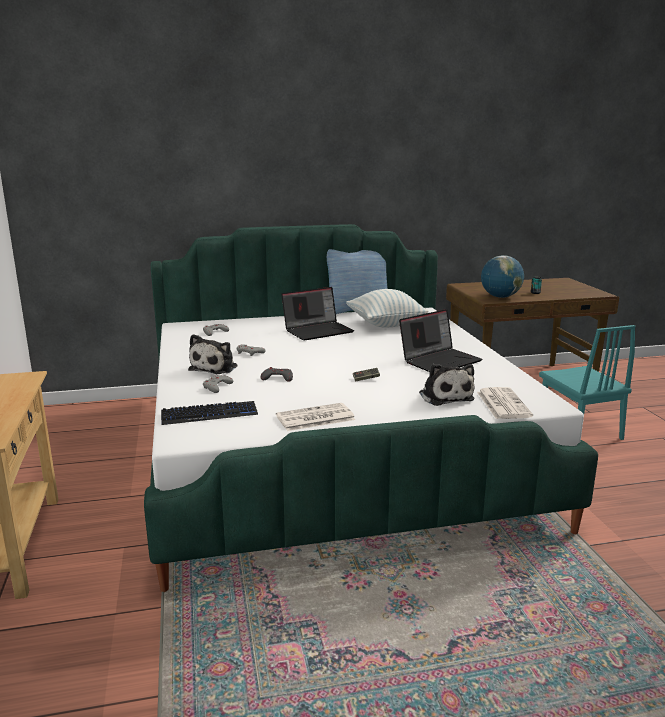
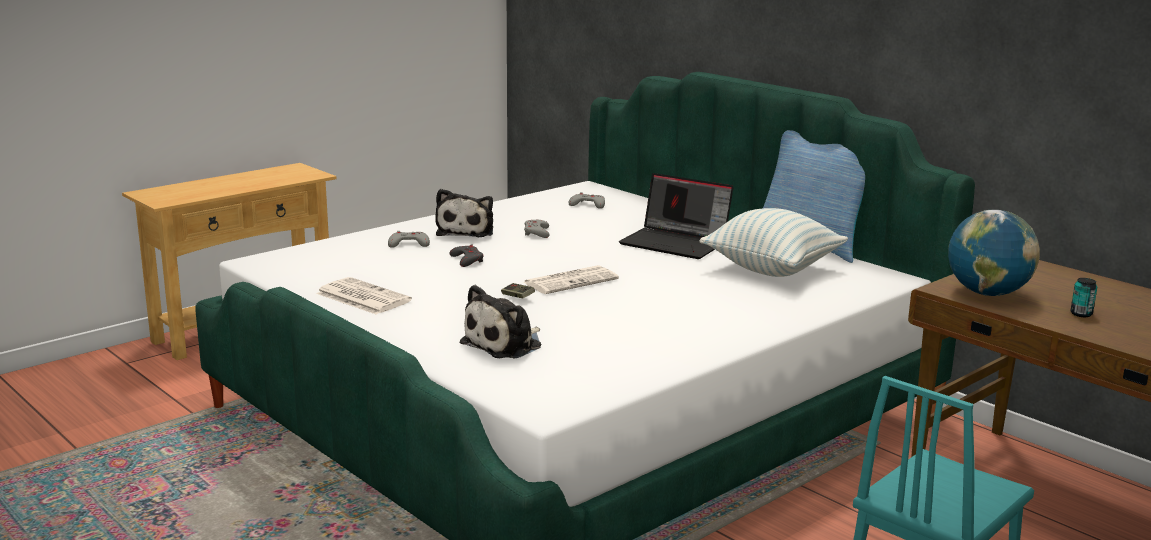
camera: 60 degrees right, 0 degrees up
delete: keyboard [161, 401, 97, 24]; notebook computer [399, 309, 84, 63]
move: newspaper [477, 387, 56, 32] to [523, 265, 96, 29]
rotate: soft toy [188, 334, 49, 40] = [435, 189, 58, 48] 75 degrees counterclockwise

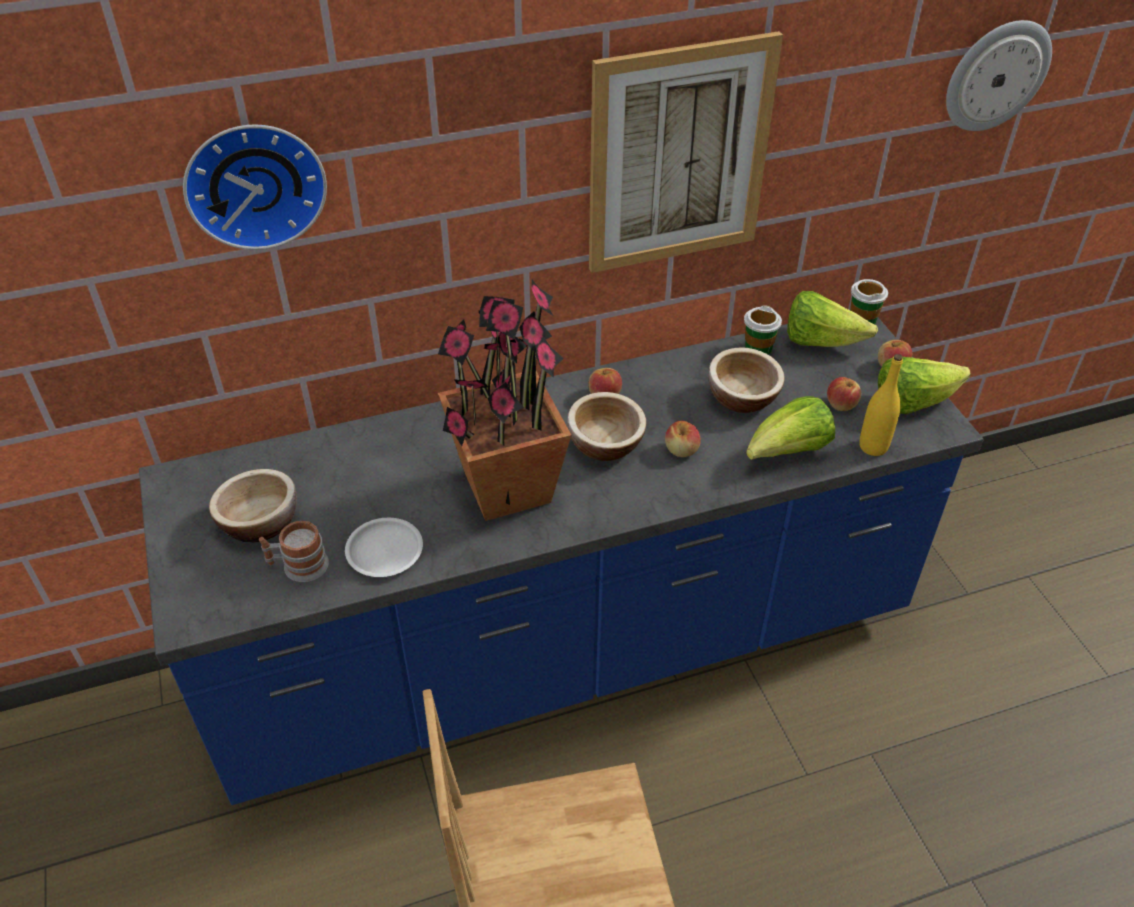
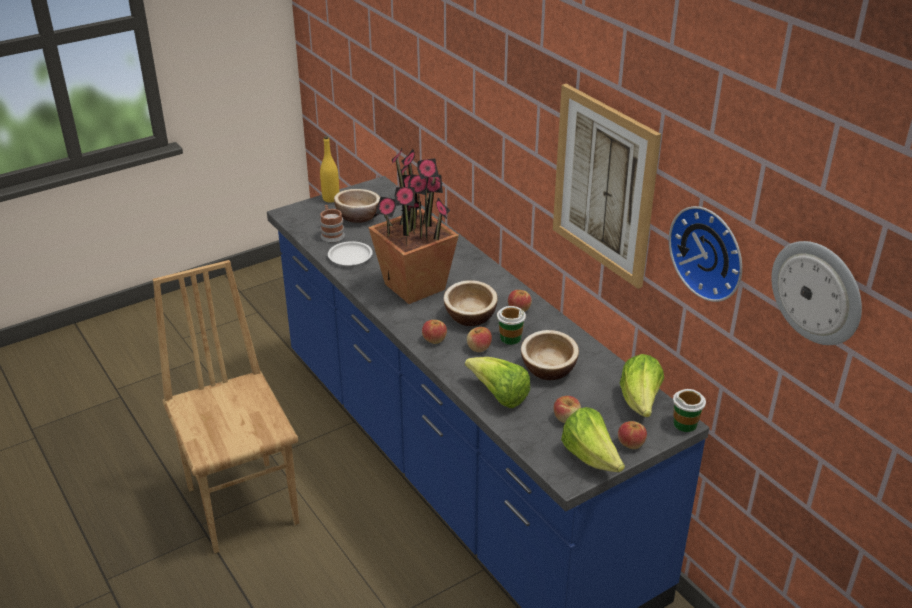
camera: 75 degrees right, 10 degrees down
insert: apple fruit [422, 320, 25, 24]
move: yellowish drink bottle [859, 354, 44, 102] to [320, 136, 19, 67]; small cup [744, 305, 38, 50] to [497, 306, 29, 39]; hanging clock [183, 124, 144, 126] to [669, 206, 73, 96]

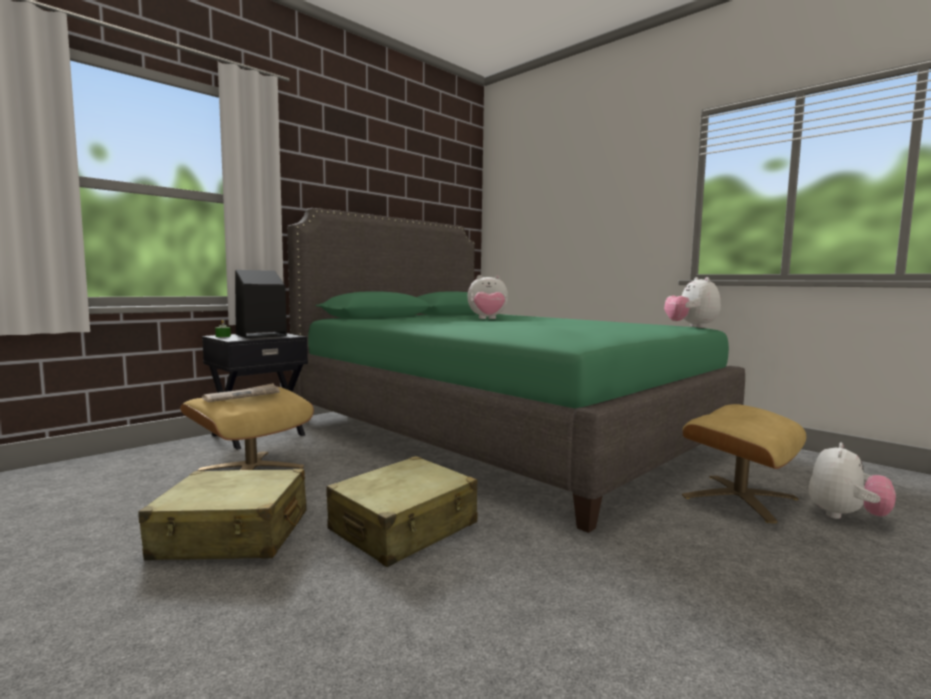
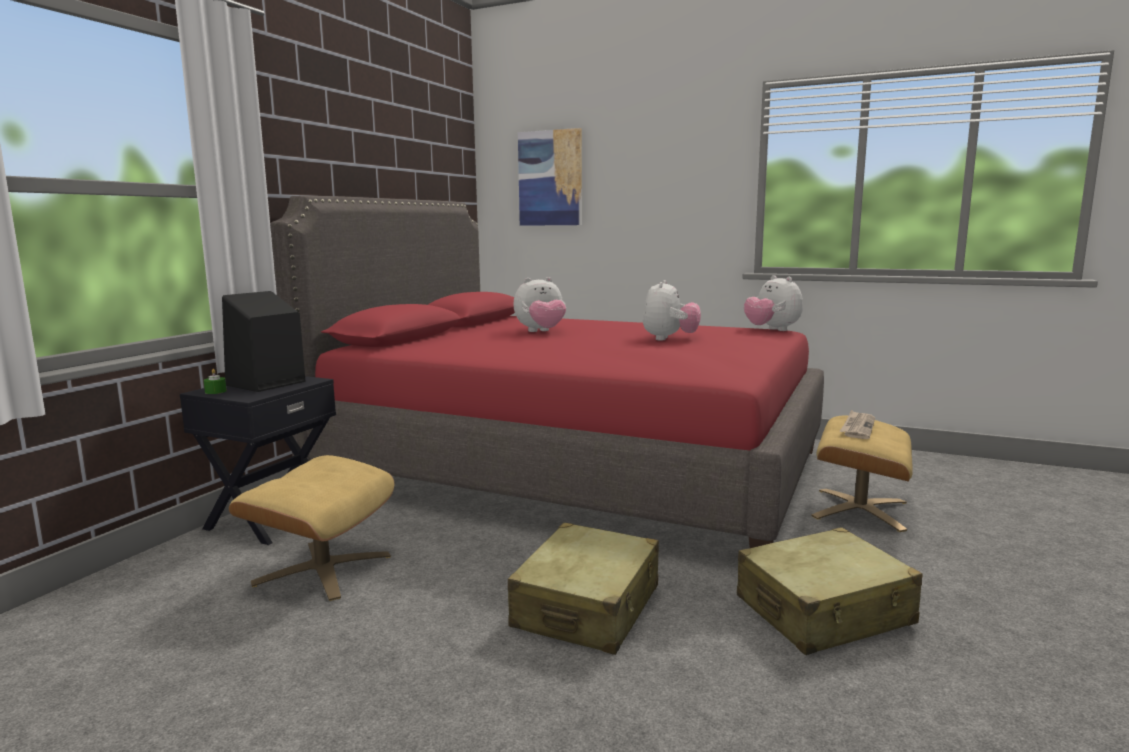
camera: 20 degrees left, 5 degrees up
insert: wall art [518, 128, 64, 98]
move: soft toy [809, 443, 87, 76] to [643, 280, 58, 61]; beige suitcase [138, 469, 169, 91] to [737, 527, 186, 128]; newspaper [202, 383, 78, 19] to [840, 410, 35, 29]
recolor: green bed [287, 208, 458, 325] to red-coloured bed [270, 196, 554, 352]

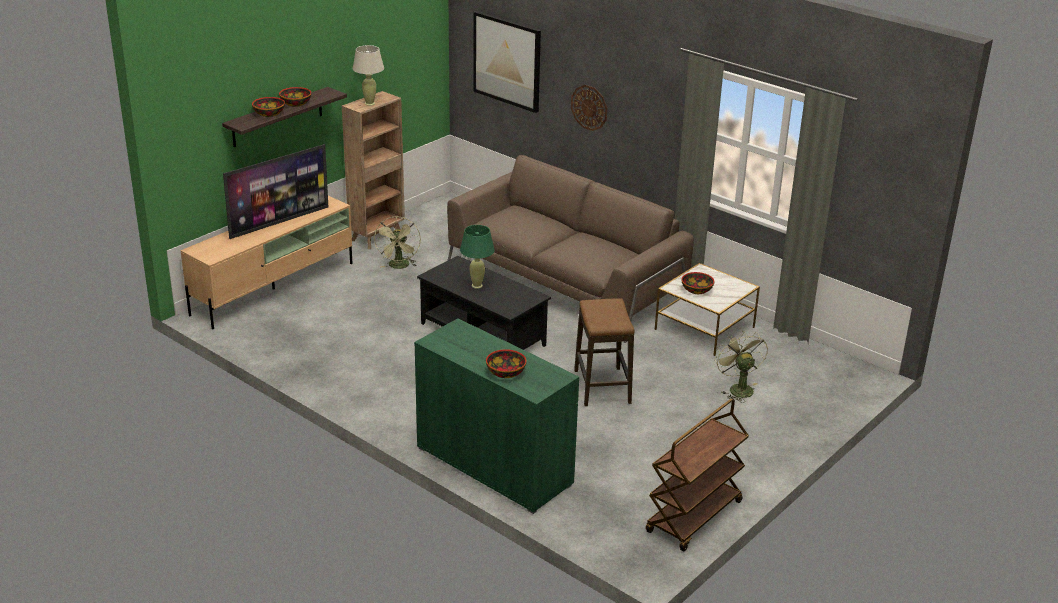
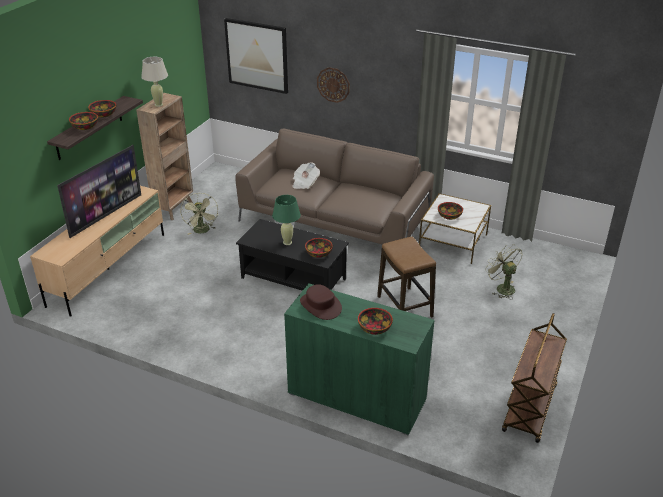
camera: 15 degrees left, 5 degrees up
insert: newspaper [292, 162, 28, 27]; brown hat [300, 284, 42, 36]; serving bowl [305, 238, 28, 20]

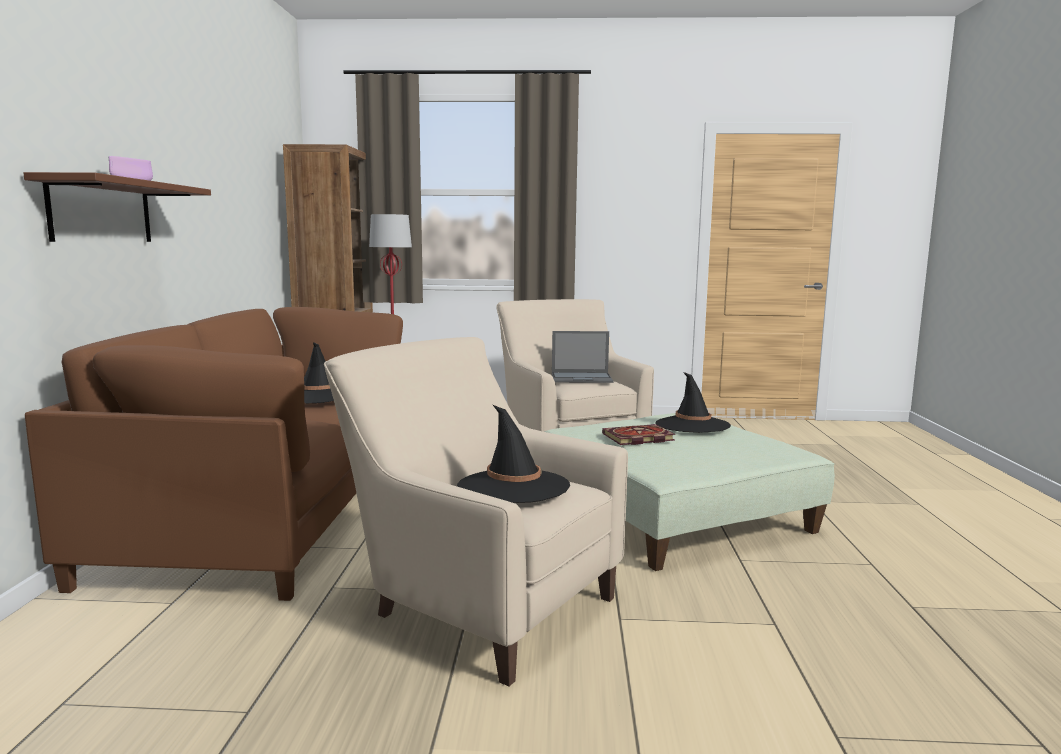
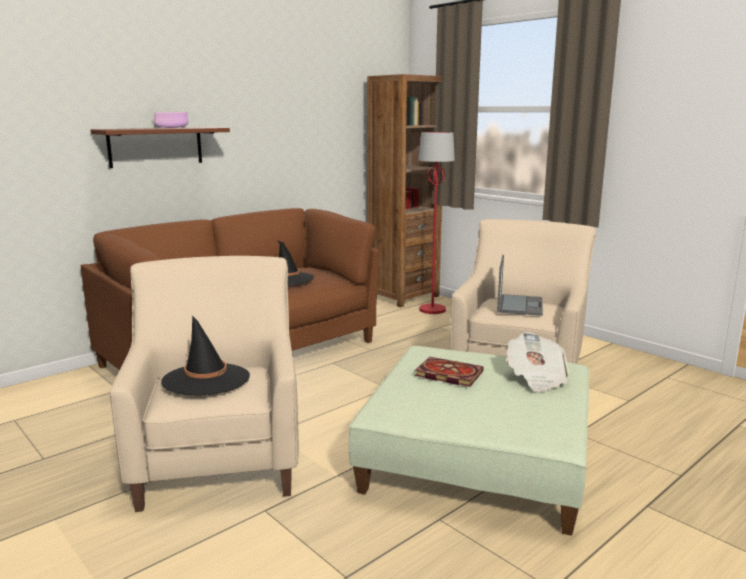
camera: 45 degrees right, 5 degrees up
replace: blackish hat [655, 372, 76, 61] to newspaper [506, 332, 63, 60]
rotate: notebook computer [552, 331, 61, 52] = [497, 255, 46, 61] 120 degrees counterclockwise

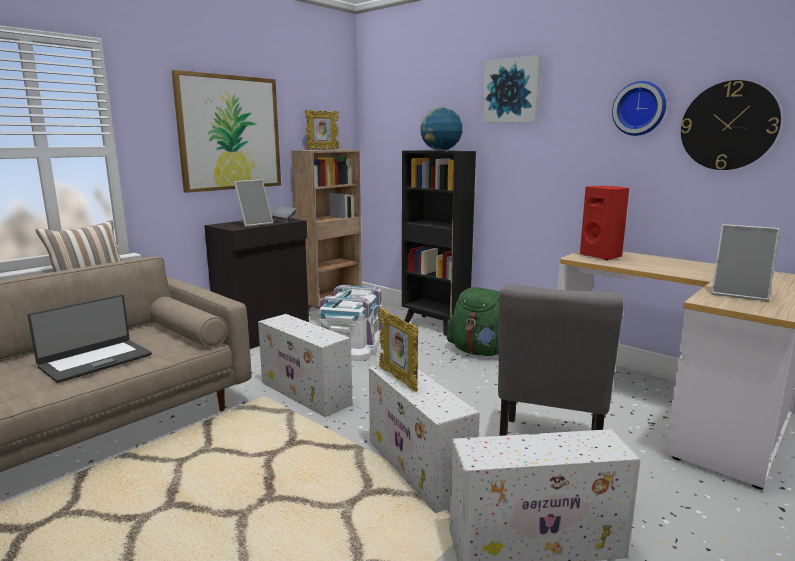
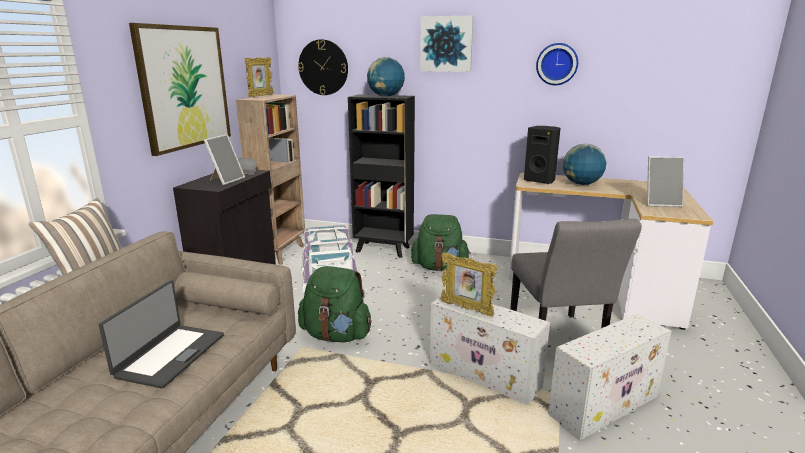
camera: 25 degrees left, 5 degrees up
insert: world globe [563, 144, 43, 41]
move: hanging clock [681, 80, 100, 90] to [298, 39, 50, 56]
replace: white-coloured storage bin [258, 314, 95, 103] to green knapsack [298, 266, 74, 77]
recolor: red-coloured speaker [580, 186, 49, 74] to blackish speaker [524, 126, 37, 58]

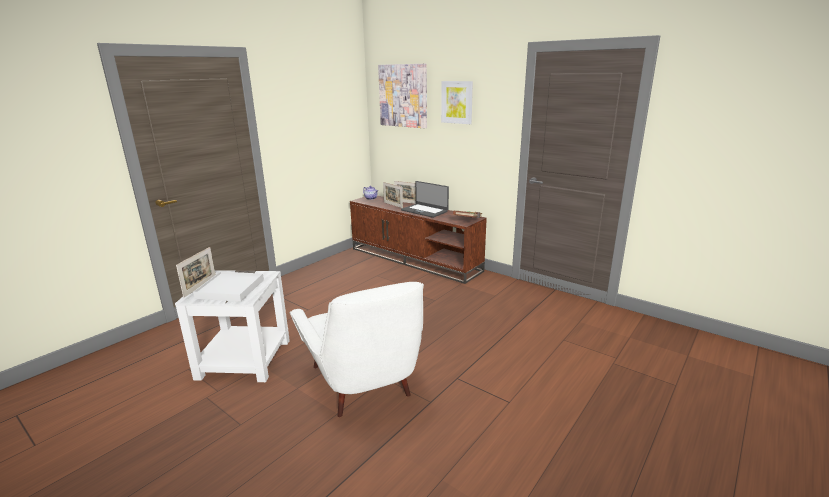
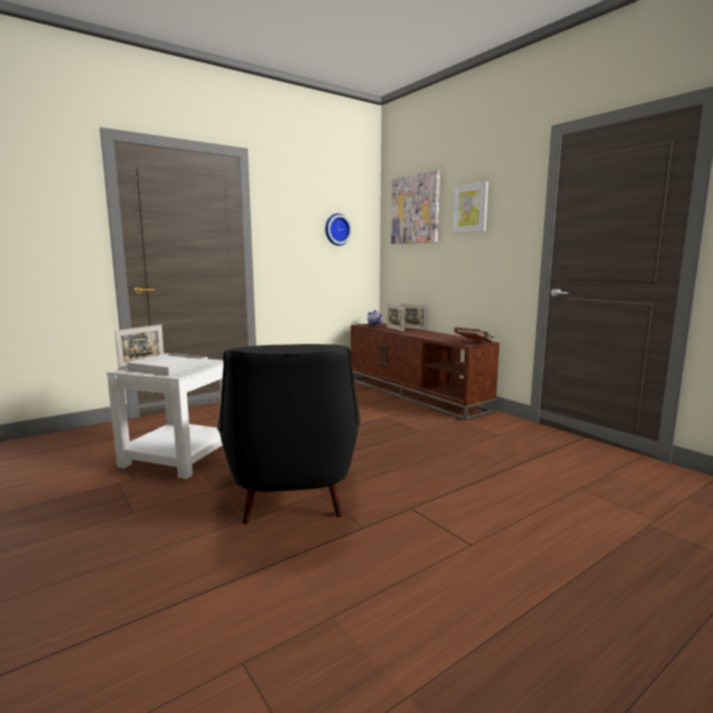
camera: 15 degrees right, 10 degrees down
delete: notebook computer [401, 181, 48, 37]
insert: hanging clock [325, 213, 27, 33]
recolor: white-coloured easy chair [290, 282, 134, 135] to blackish easy chair [217, 344, 144, 180]

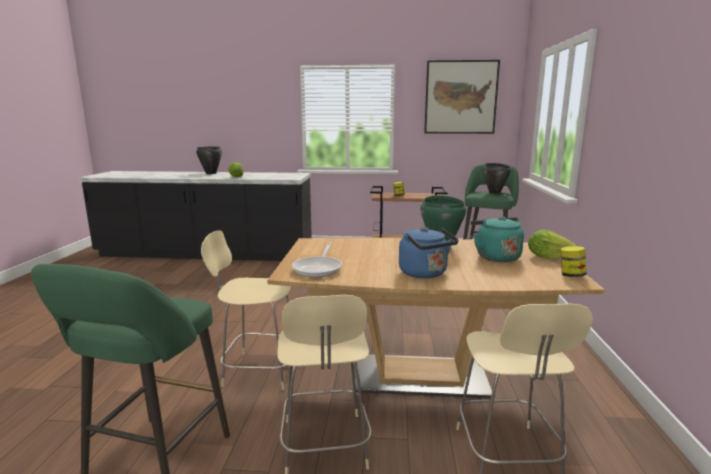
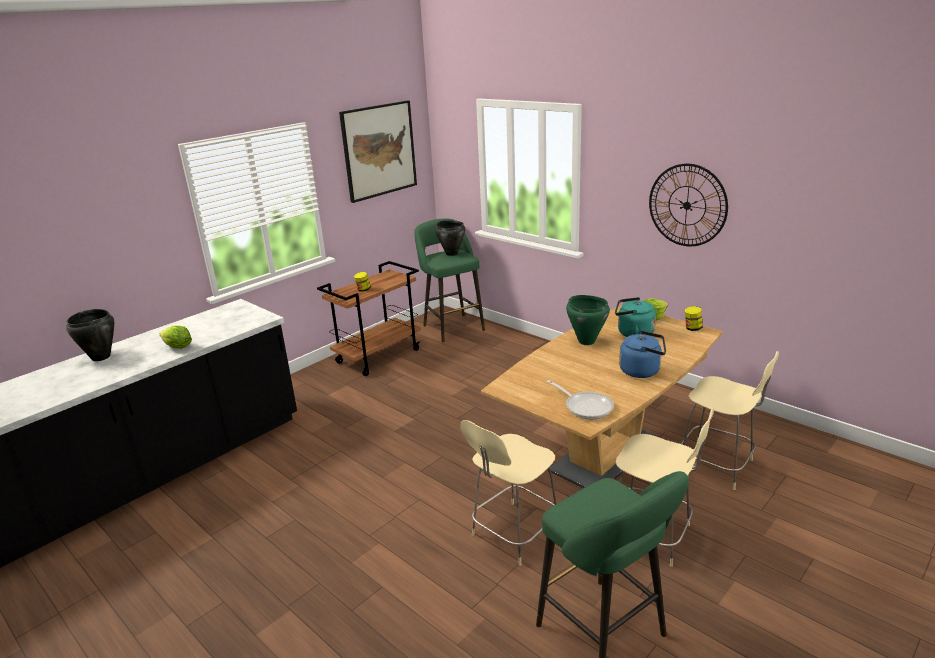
camera: 50 degrees left, 10 degrees up
insert: hanging clock [649, 164, 79, 82]

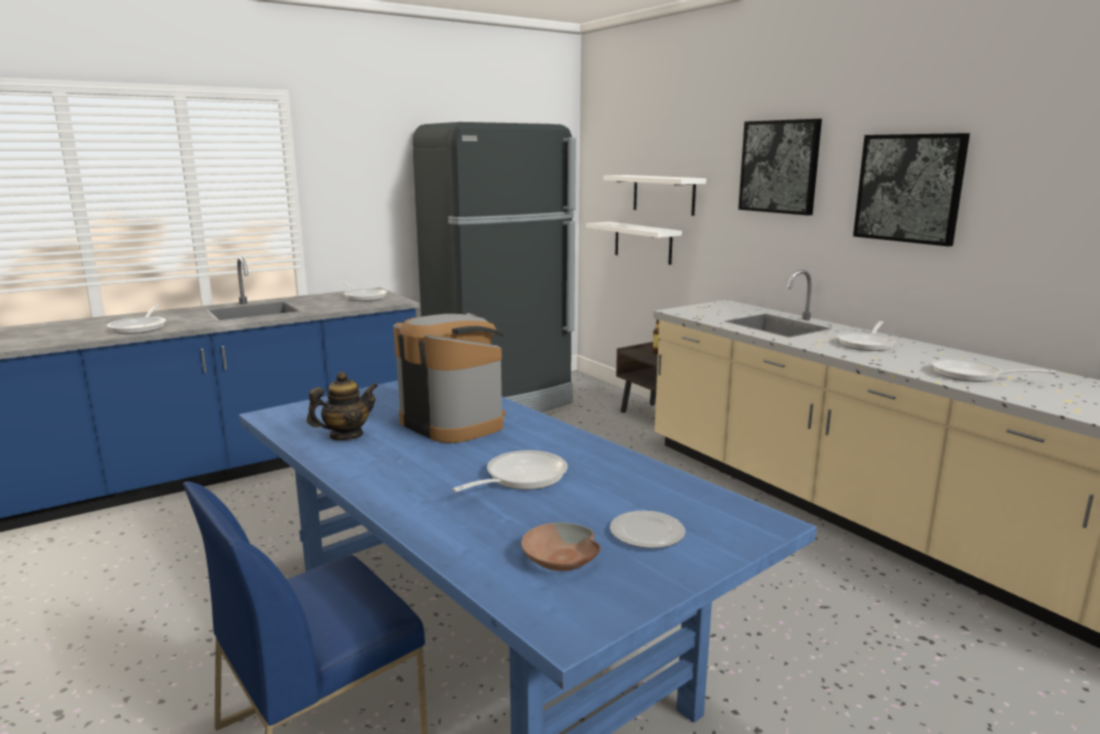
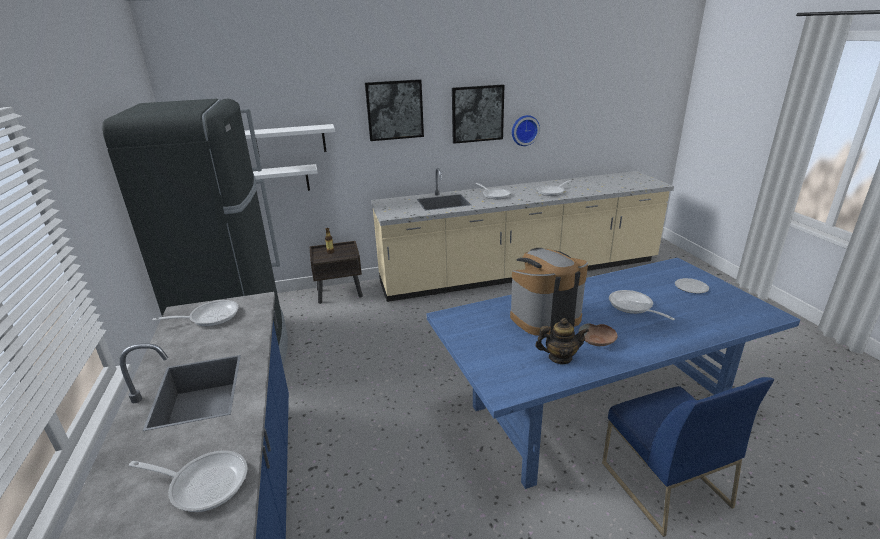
camera: 70 degrees left, 10 degrees up
insert: hanging clock [512, 115, 28, 31]
move: brown serving bowl [521, 523, 79, 48] to [579, 323, 39, 23]
rotate: pot for tea [307, 372, 71, 68] = [535, 318, 54, 46] 105 degrees clockwise

